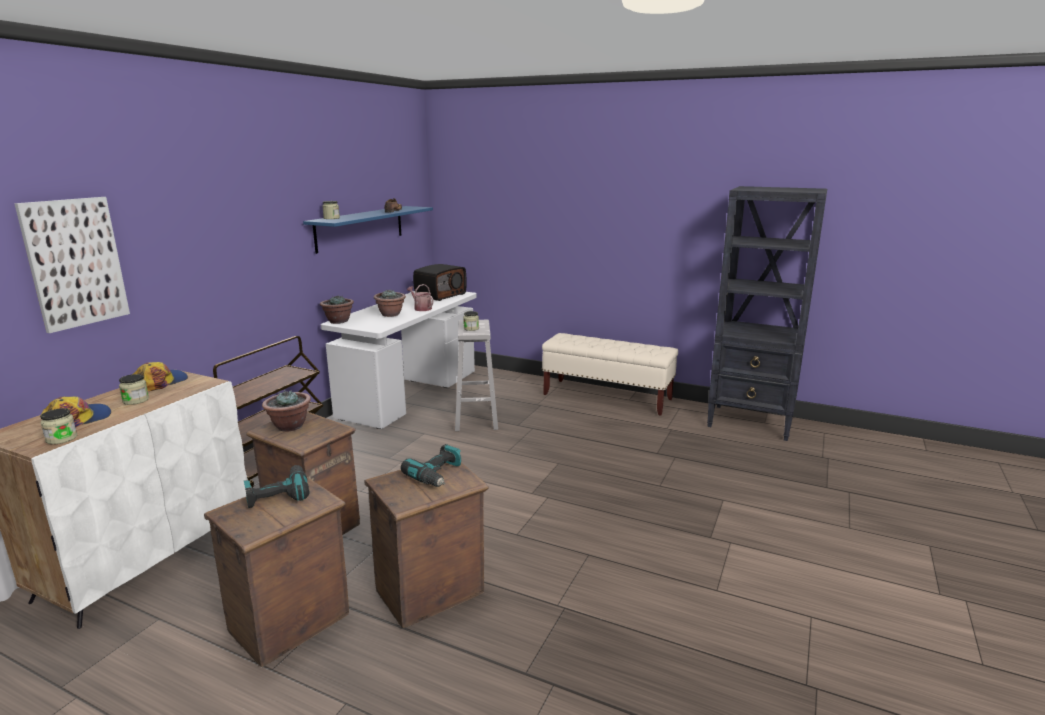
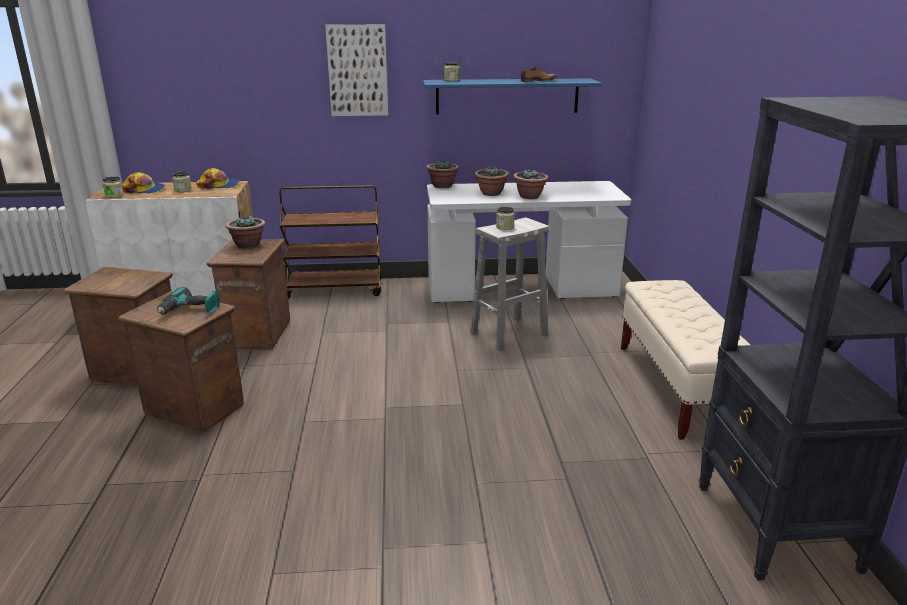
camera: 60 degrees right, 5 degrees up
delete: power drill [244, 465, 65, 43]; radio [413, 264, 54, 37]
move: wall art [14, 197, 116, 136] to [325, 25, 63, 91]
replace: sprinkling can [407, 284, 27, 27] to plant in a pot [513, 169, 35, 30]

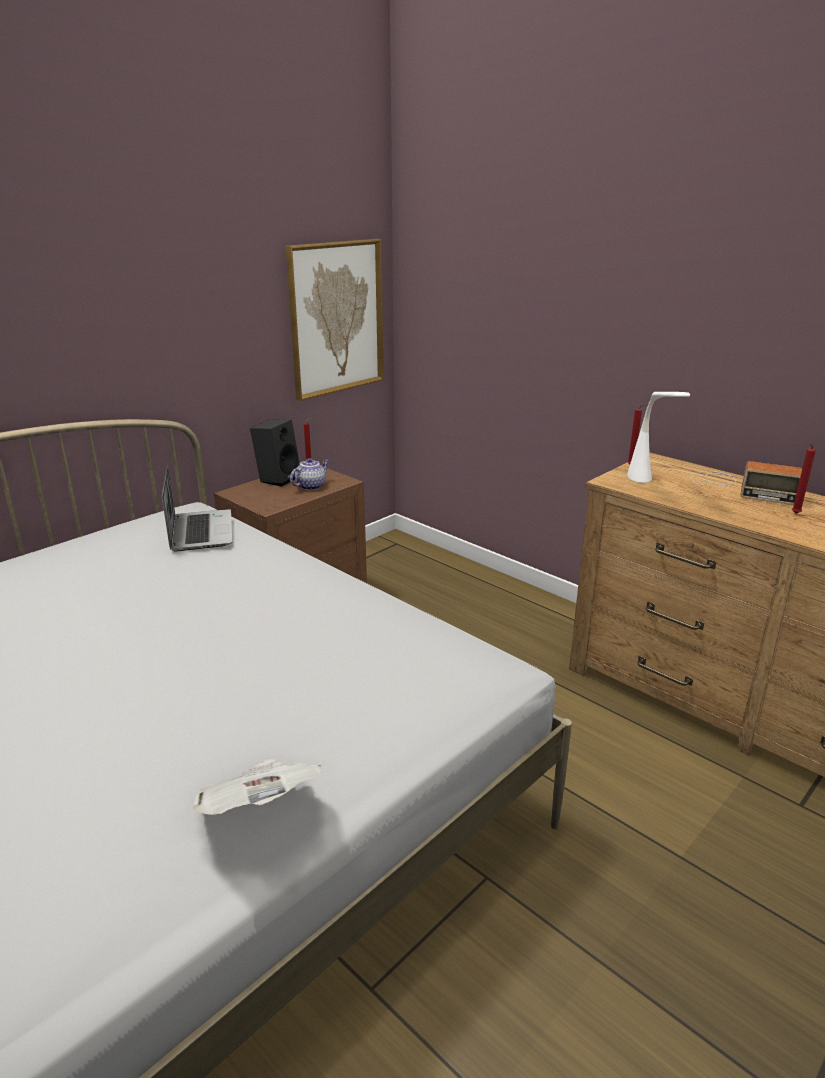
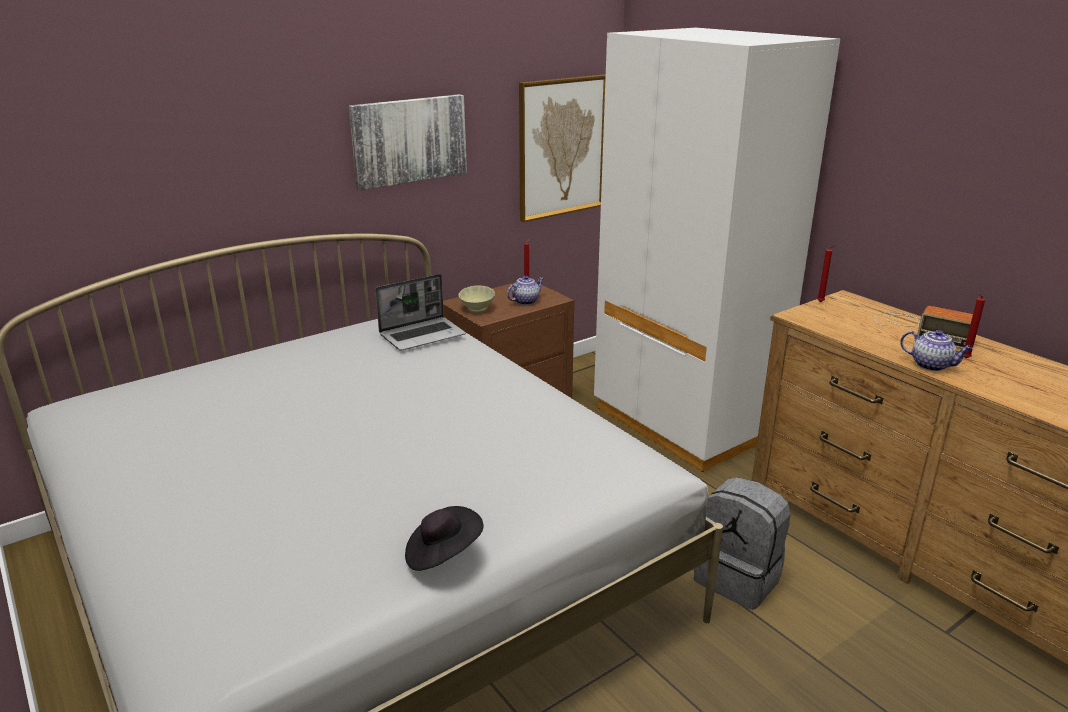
camera: 10 degrees right, 0 degrees up
delete: blackish speaker [250, 419, 50, 68]; white-coloured table lamp [627, 392, 63, 91]
insert: wall art [349, 94, 118, 96]; beige serving bowl [459, 285, 36, 28]; white-coloured clothes cupboard [594, 28, 246, 444]; grey knapsack [694, 477, 97, 133]; pot for tea [900, 330, 73, 41]
replace: newspaper [193, 759, 129, 56] to blackish hat [405, 506, 79, 65]
rotate: notebook computer [162, 465, 70, 86] = [375, 274, 91, 77] 60 degrees clockwise

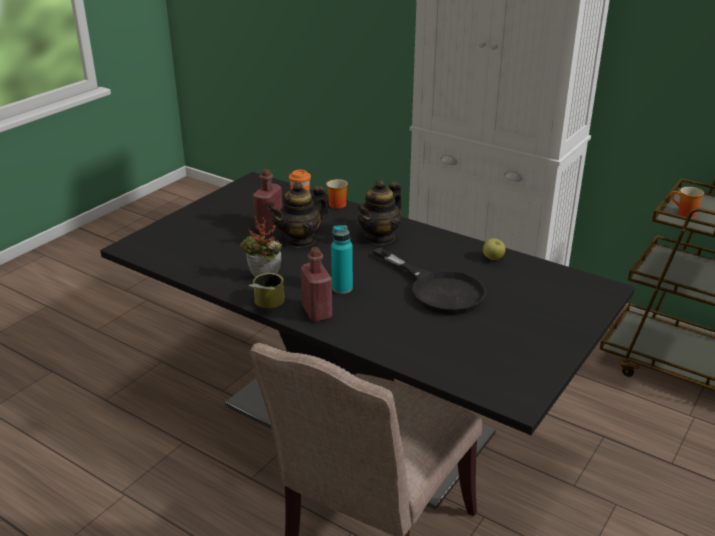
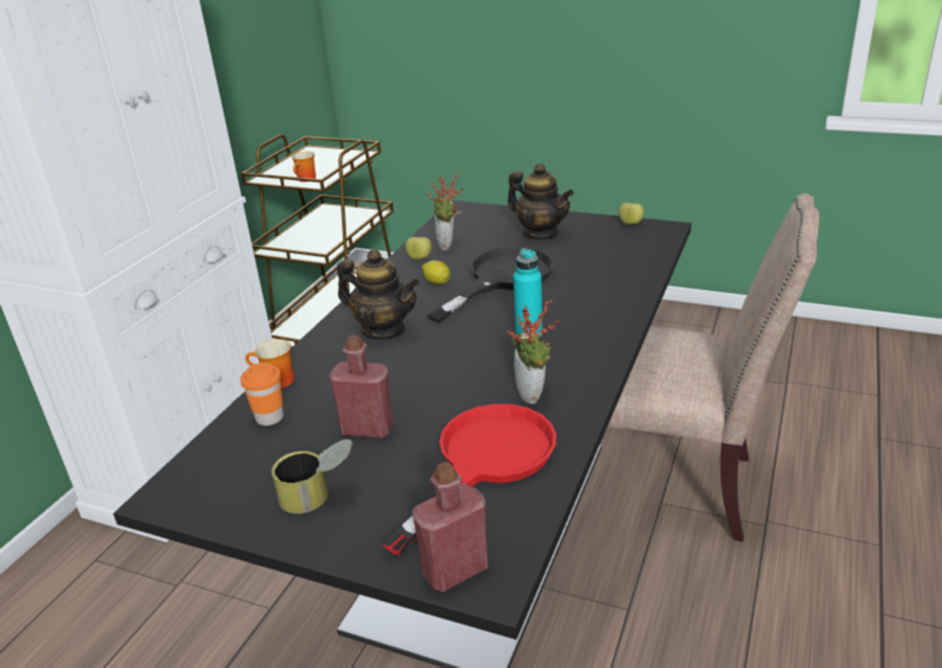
camera: 100 degrees left, 0 degrees up
insert: red-coloured pan [382, 404, 174, 152]; citrus fruit [422, 260, 28, 25]; plant in a pot [426, 174, 37, 76]; apple fruit [619, 203, 25, 22]
move: can [248, 273, 37, 35] to [271, 439, 82, 75]; red-coloured drink bottle [301, 247, 31, 75] to [412, 462, 76, 130]; pot for tea [268, 182, 61, 66] to [508, 163, 66, 77]

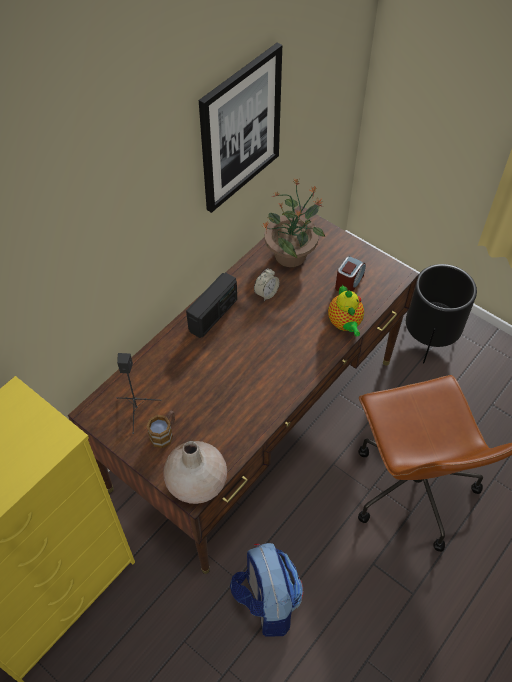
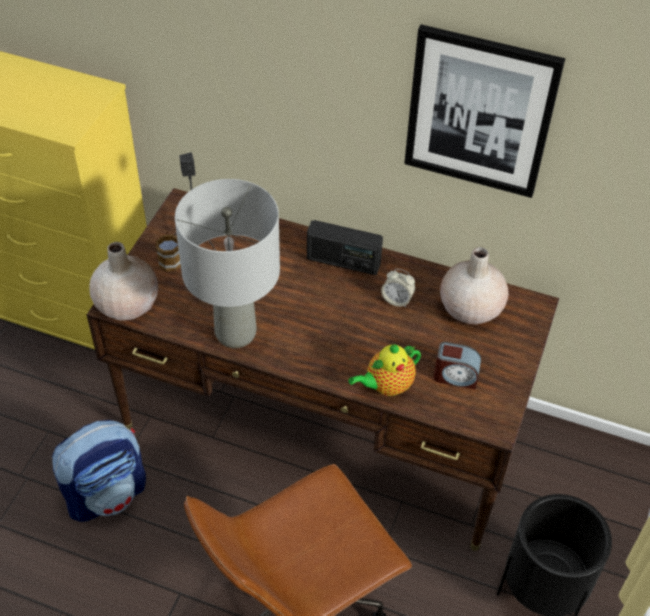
camera: 70 degrees right, 5 degrees down
insert: grey table lamp [175, 179, 105, 169]
replace: plant in a pot [262, 178, 63, 89] to beige decorative vase [440, 247, 69, 77]

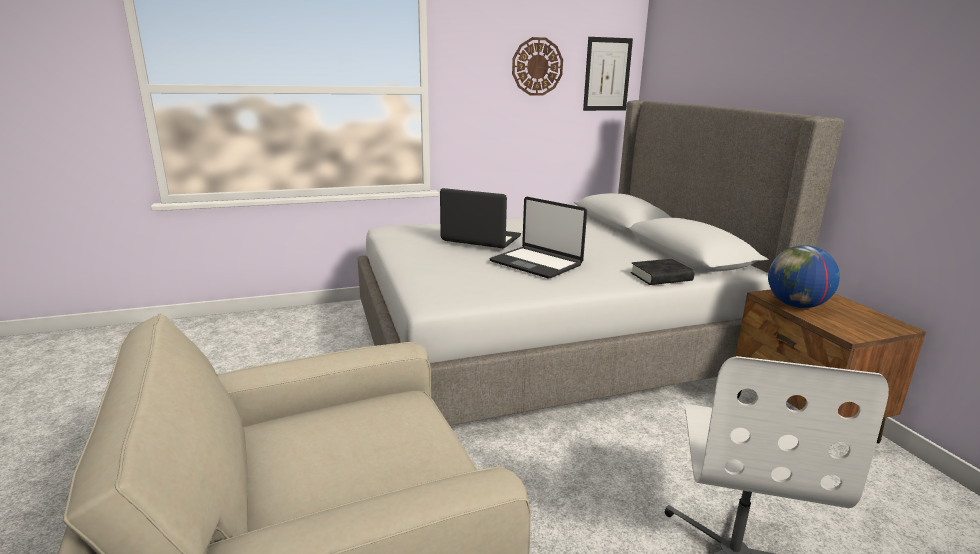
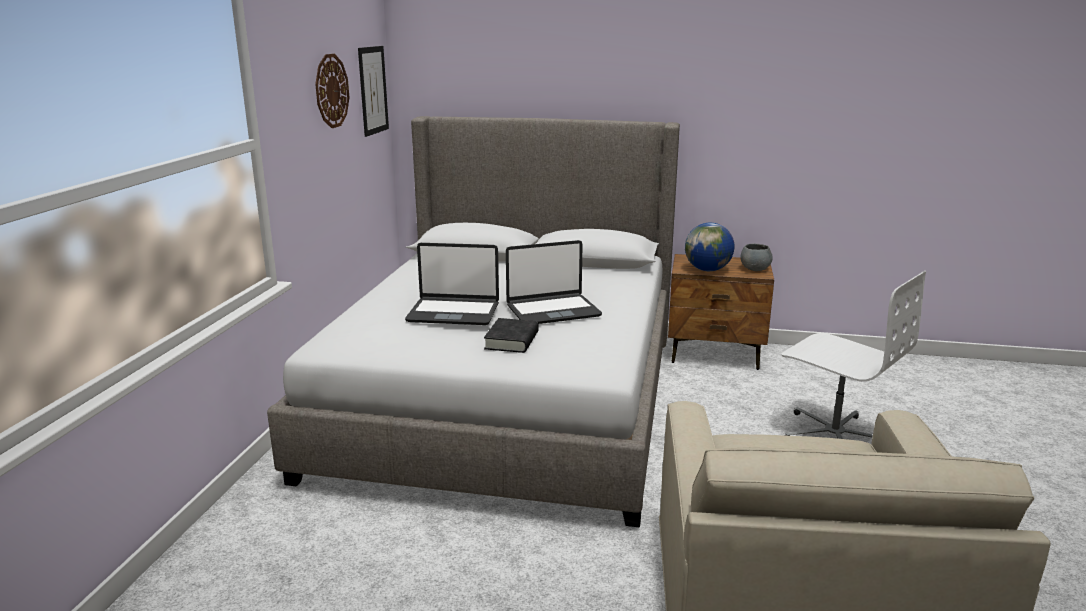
camera: 60 degrees left, 0 degrees up
insert: grey serving bowl [740, 244, 33, 27]
move: blackish volume [631, 259, 64, 26] to [484, 318, 55, 35]
rotate: notebook computer [440, 188, 81, 60] = [405, 243, 94, 82] 135 degrees counterclockwise

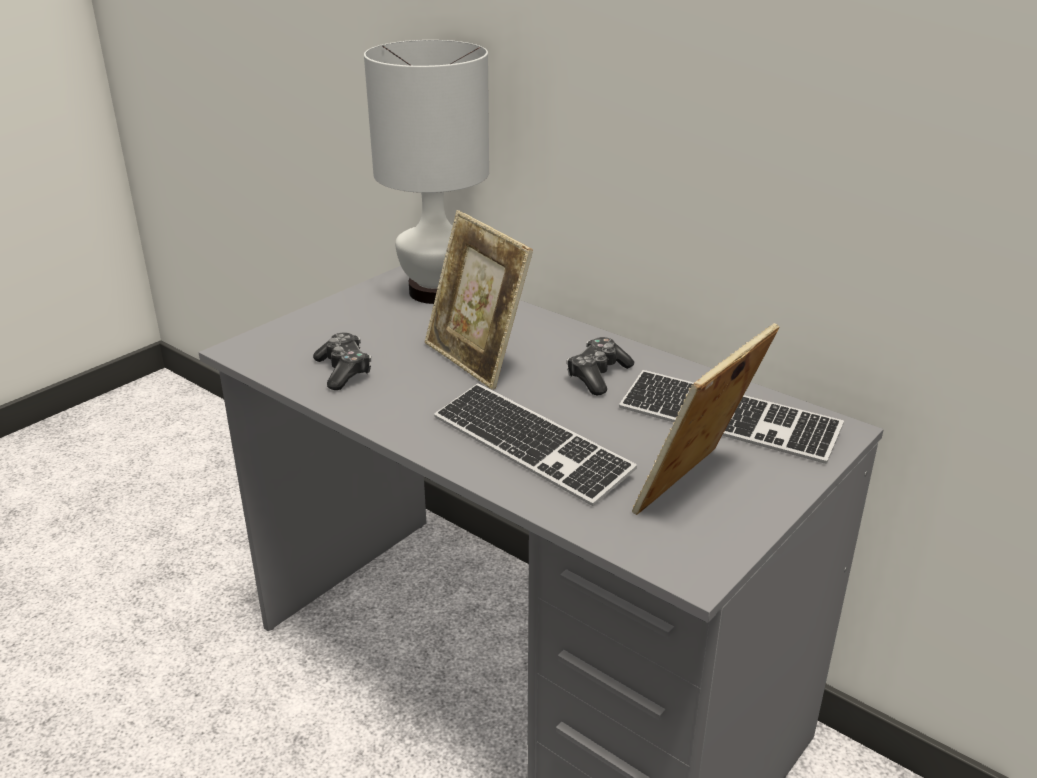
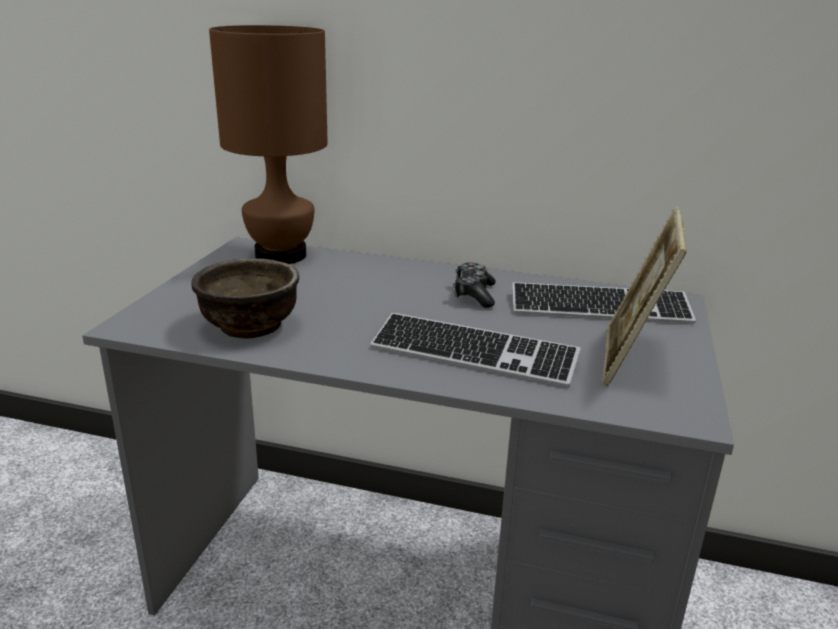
camera: 25 degrees left, 5 degrees down
delete: standing frame [425, 210, 108, 180]
replace: game controller [313, 333, 58, 57] to brown serving bowl [191, 258, 108, 80]
recolor: white-coloured table lamp [364, 40, 125, 264] to brown table lamp [209, 25, 119, 239]

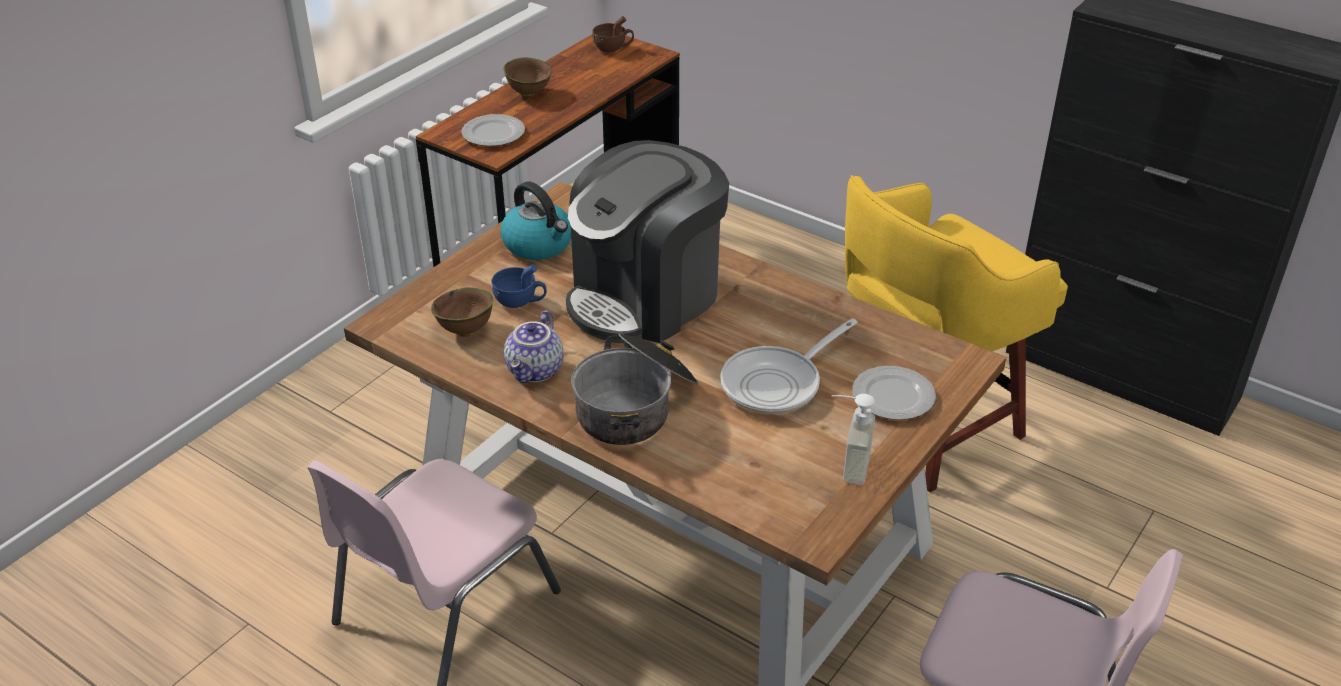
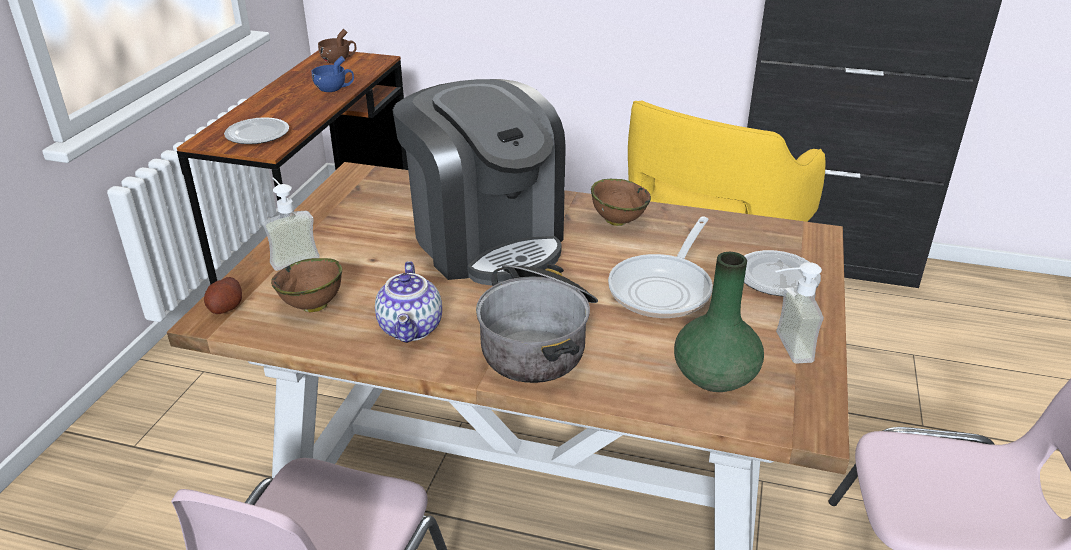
camera: 20 degrees left, 5 degrees down
delete: kettle [501, 182, 70, 78]
insert: potato [204, 277, 38, 37]; soap dispenser [263, 178, 57, 93]; green decorative vase [674, 252, 90, 140]
move: blue small cup [492, 264, 55, 44] to [311, 56, 43, 36]; brown serving bowl [503, 57, 49, 39] to [591, 179, 60, 47]
rotate: coffee machine [566, 140, 163, 203] = [393, 79, 173, 206] 60 degrees counterclockwise

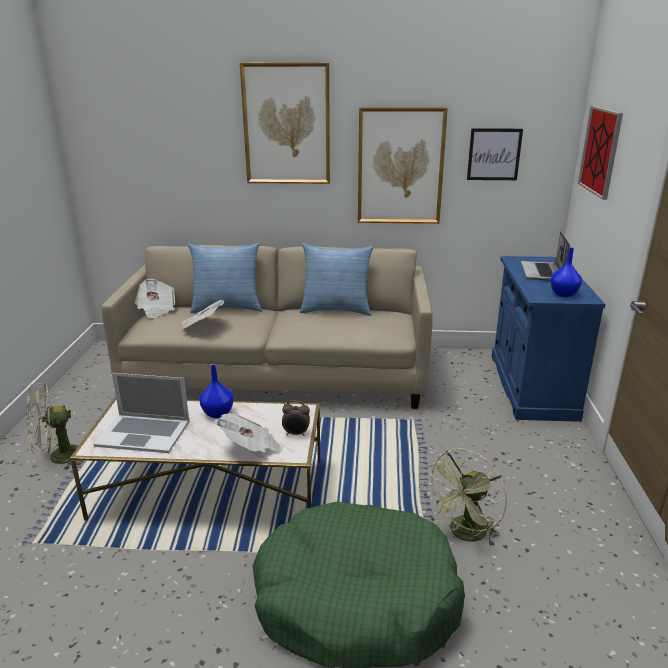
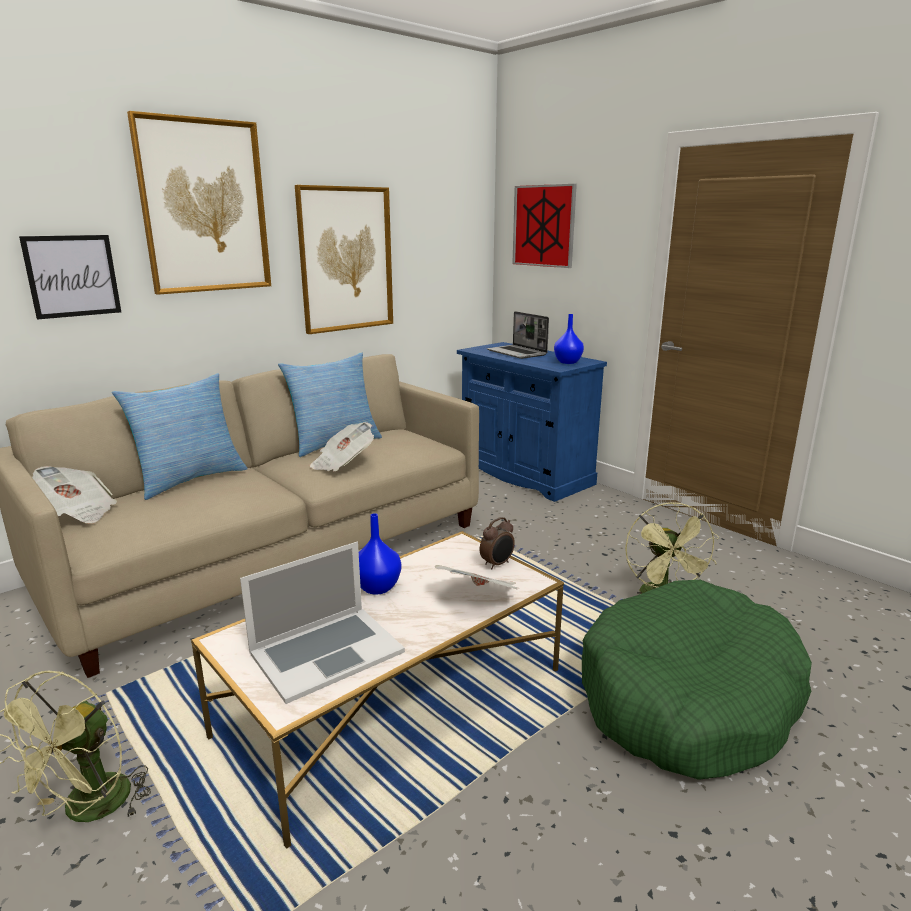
camera: 45 degrees left, 5 degrees down
move: wall art [467, 128, 56, 52] to [19, 235, 102, 85]; newspaper [182, 299, 42, 30] to [310, 422, 64, 49]

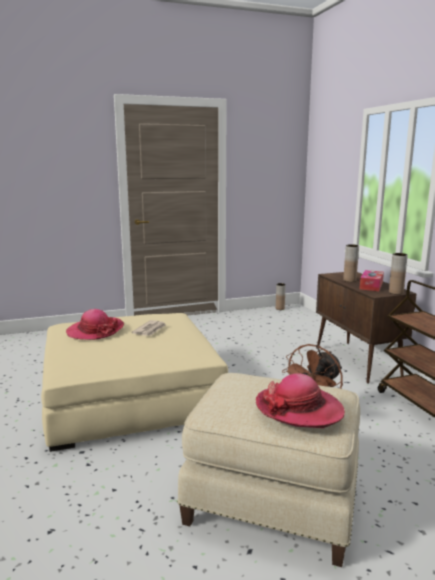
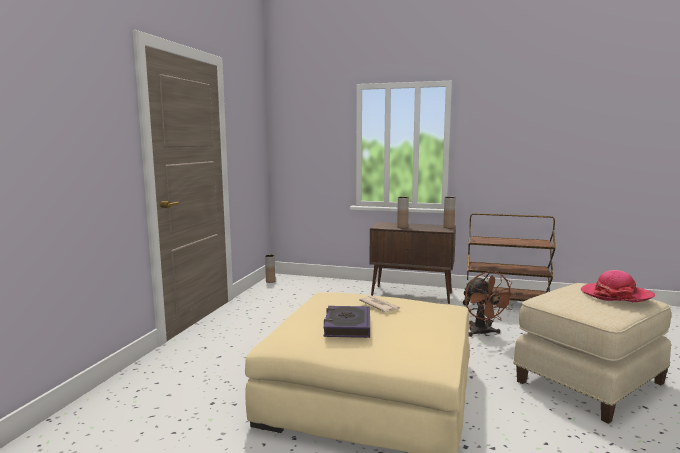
camera: 55 degrees left, 5 degrees down
delete: box of tissues [359, 270, 25, 21]
replace: hat [66, 309, 58, 31] to volume [323, 306, 47, 32]

